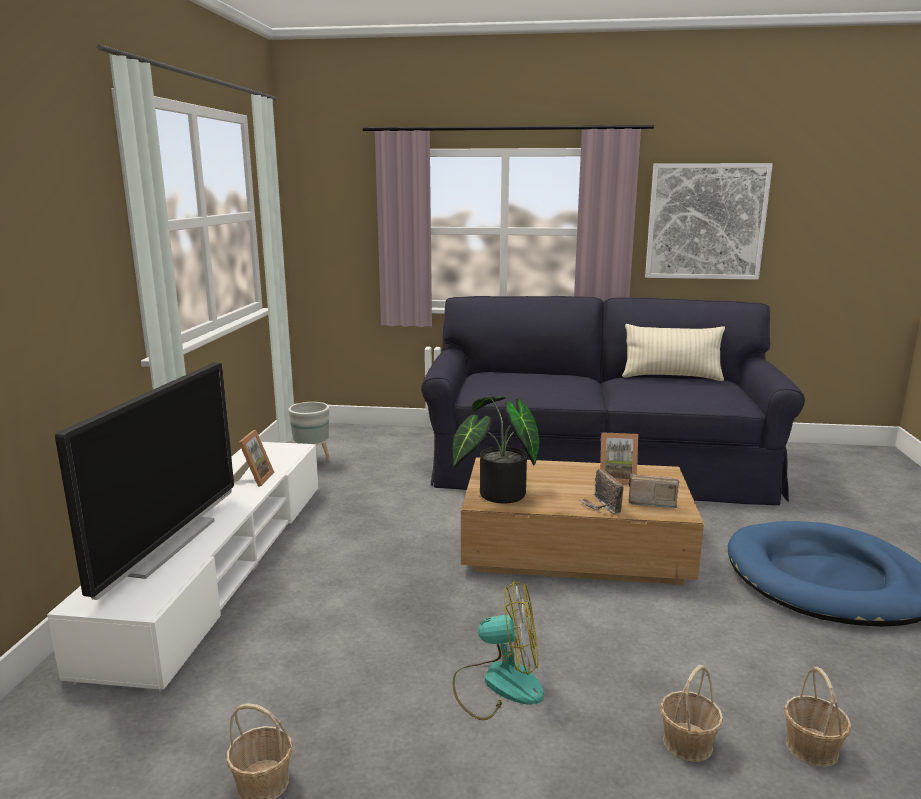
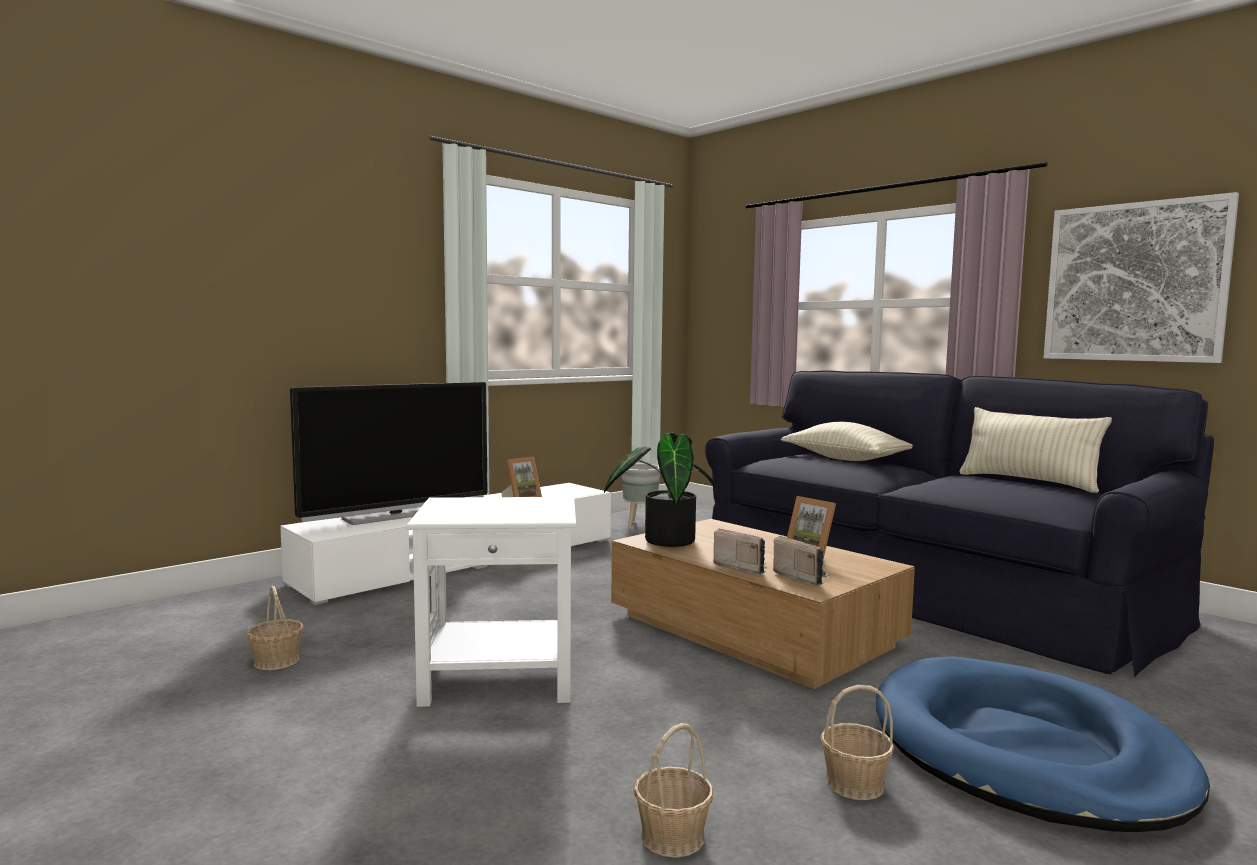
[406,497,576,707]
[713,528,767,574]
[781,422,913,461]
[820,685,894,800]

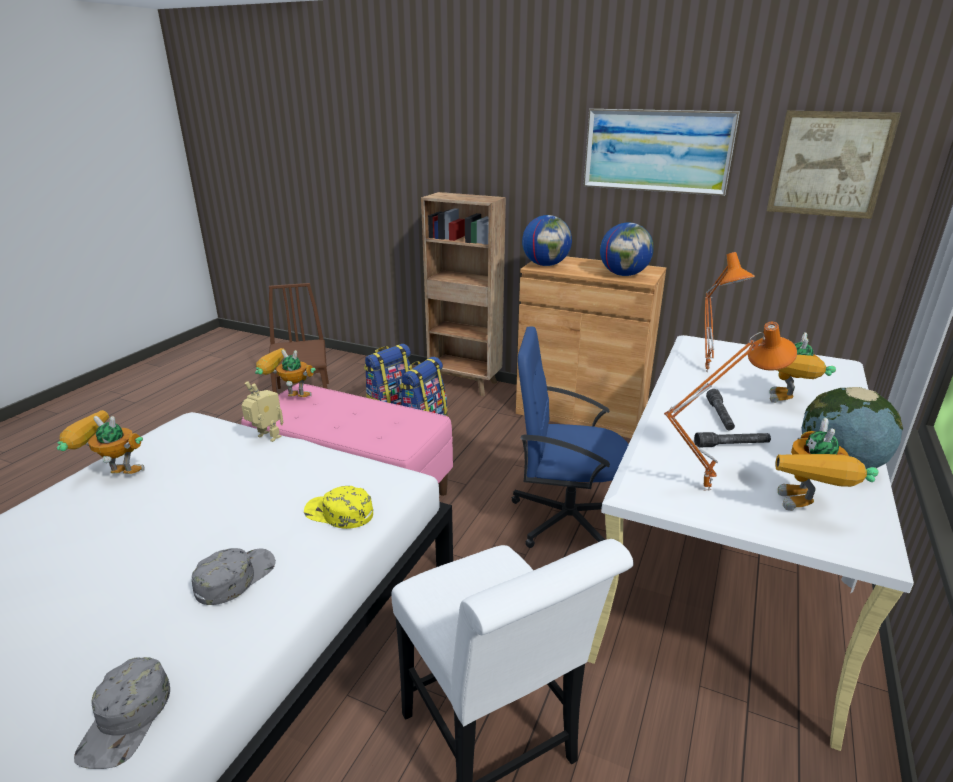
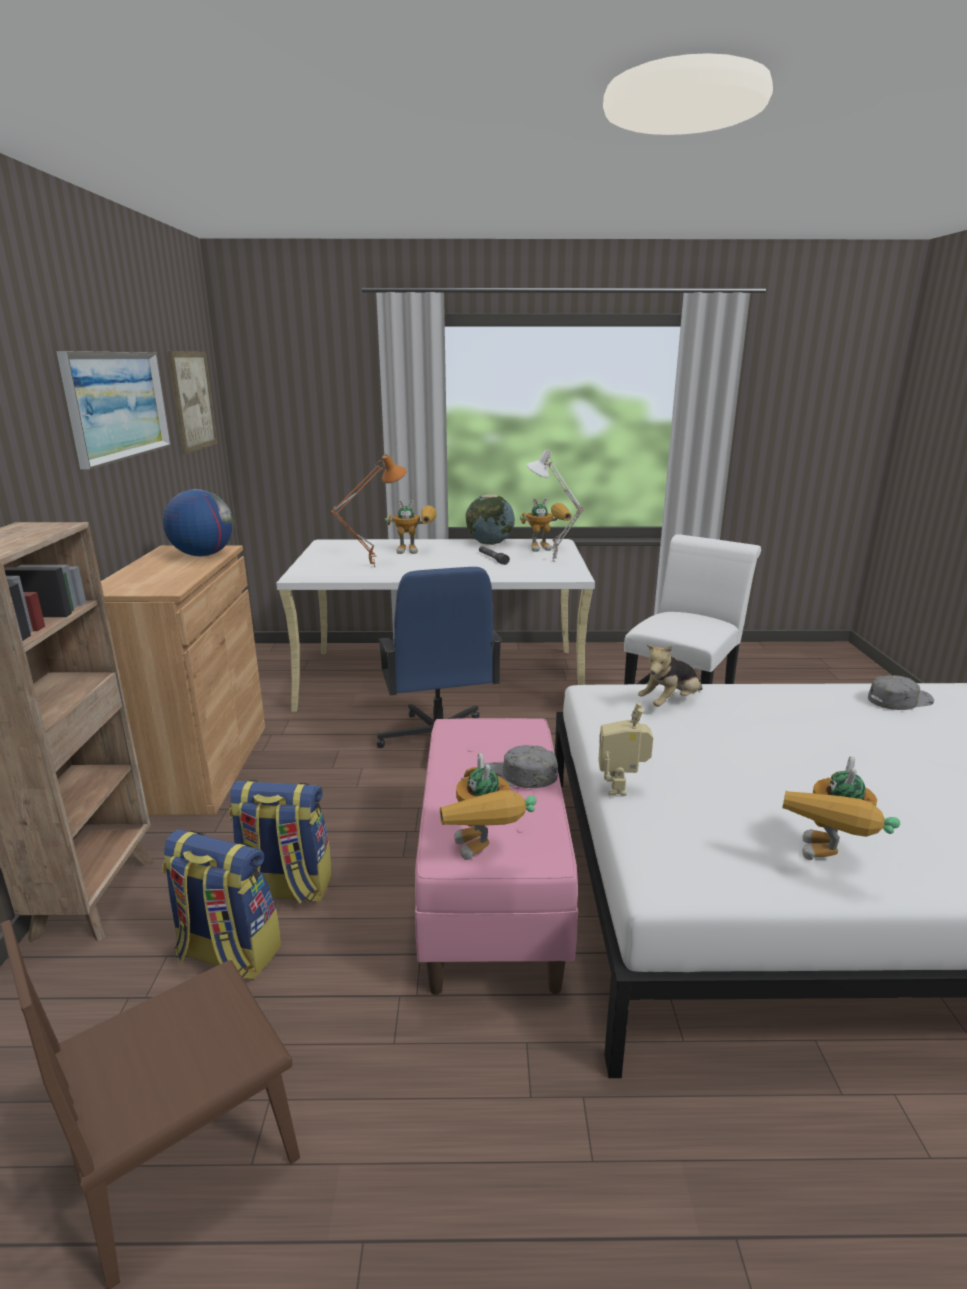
[484,745,558,788]
[527,450,584,562]
[638,645,702,707]
[782,756,900,860]
[522,215,572,266] (first image)
[706,389,735,430] (first image)

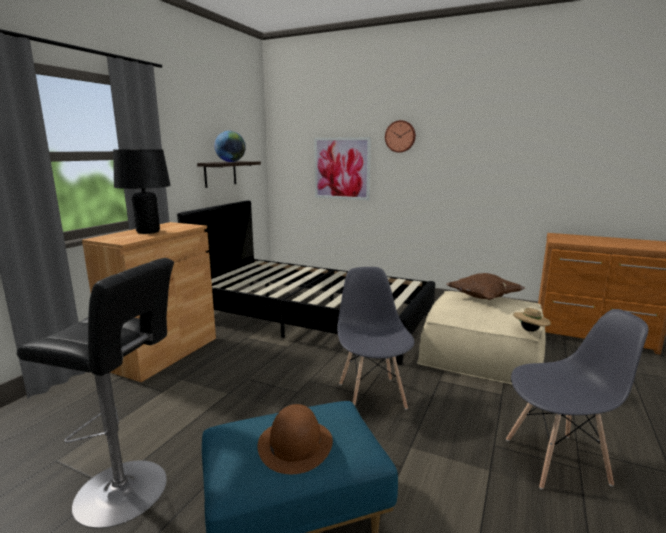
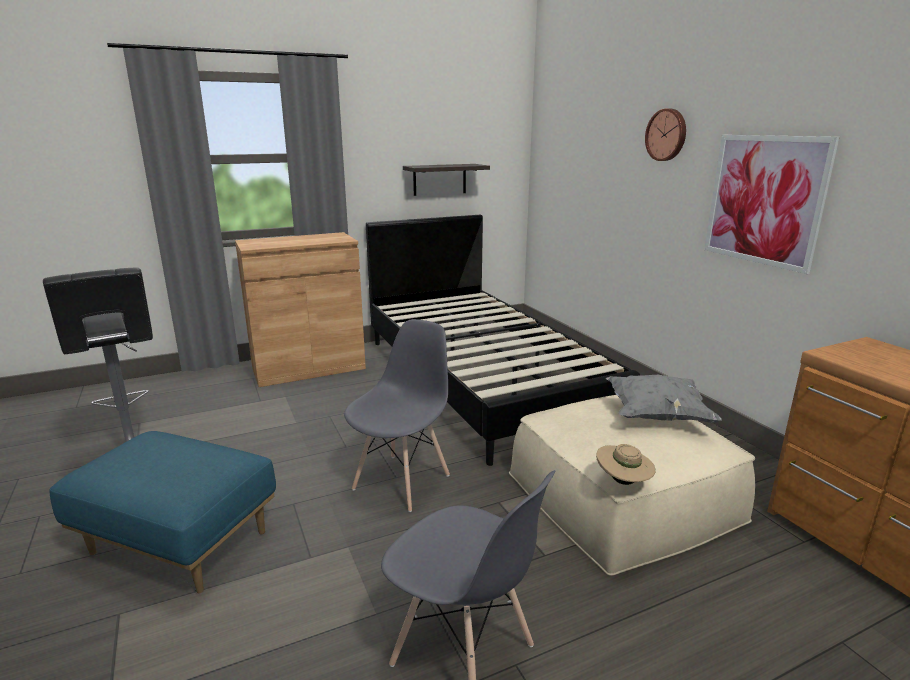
[606,375,722,423]
[704,135,840,274]
[113,149,171,234] (first image)
[214,131,246,162] (first image)
[257,404,333,474] (first image)

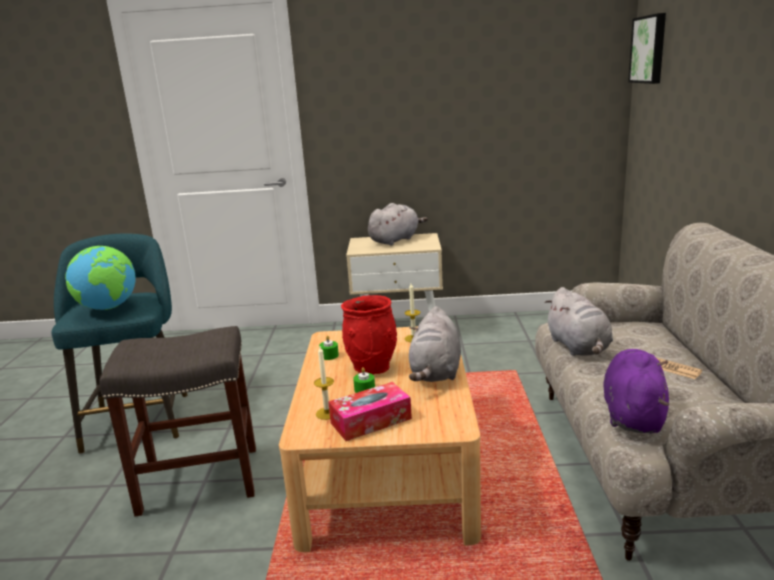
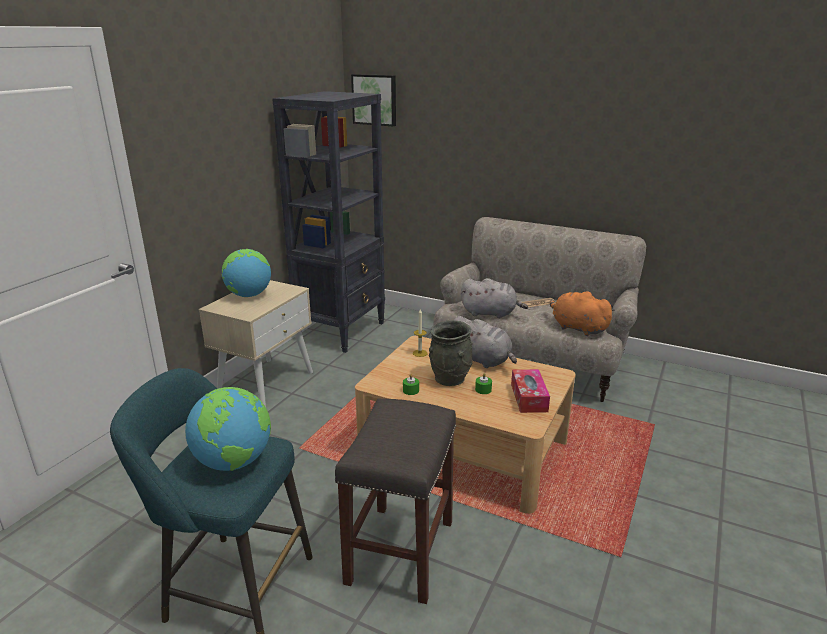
[222,249,271,297]
[272,91,385,353]
[429,320,472,386]
[550,291,615,336]
[314,346,334,420] (first image)

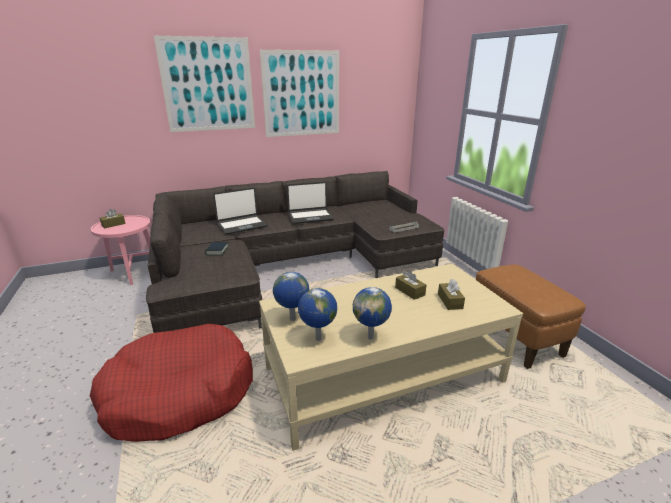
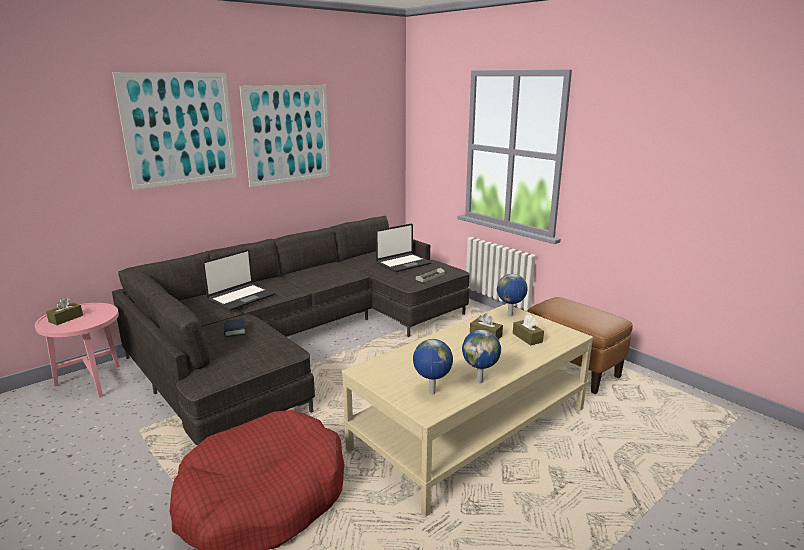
[376,224,432,272]
[497,274,527,316]

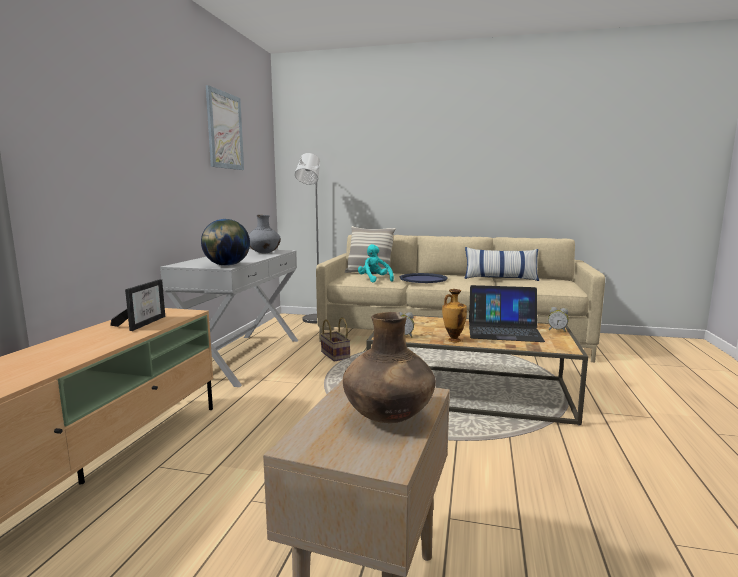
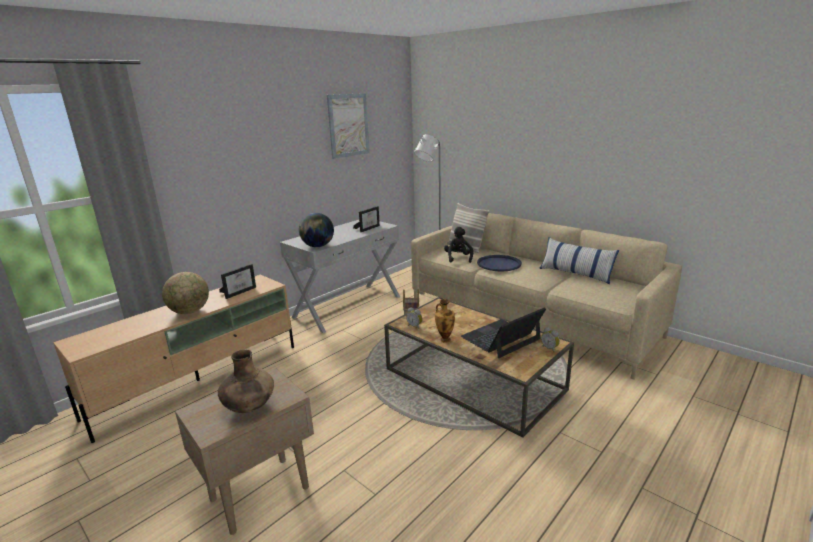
[162,272,209,314]
[353,206,380,232]
[444,227,473,263]
[461,308,546,358]

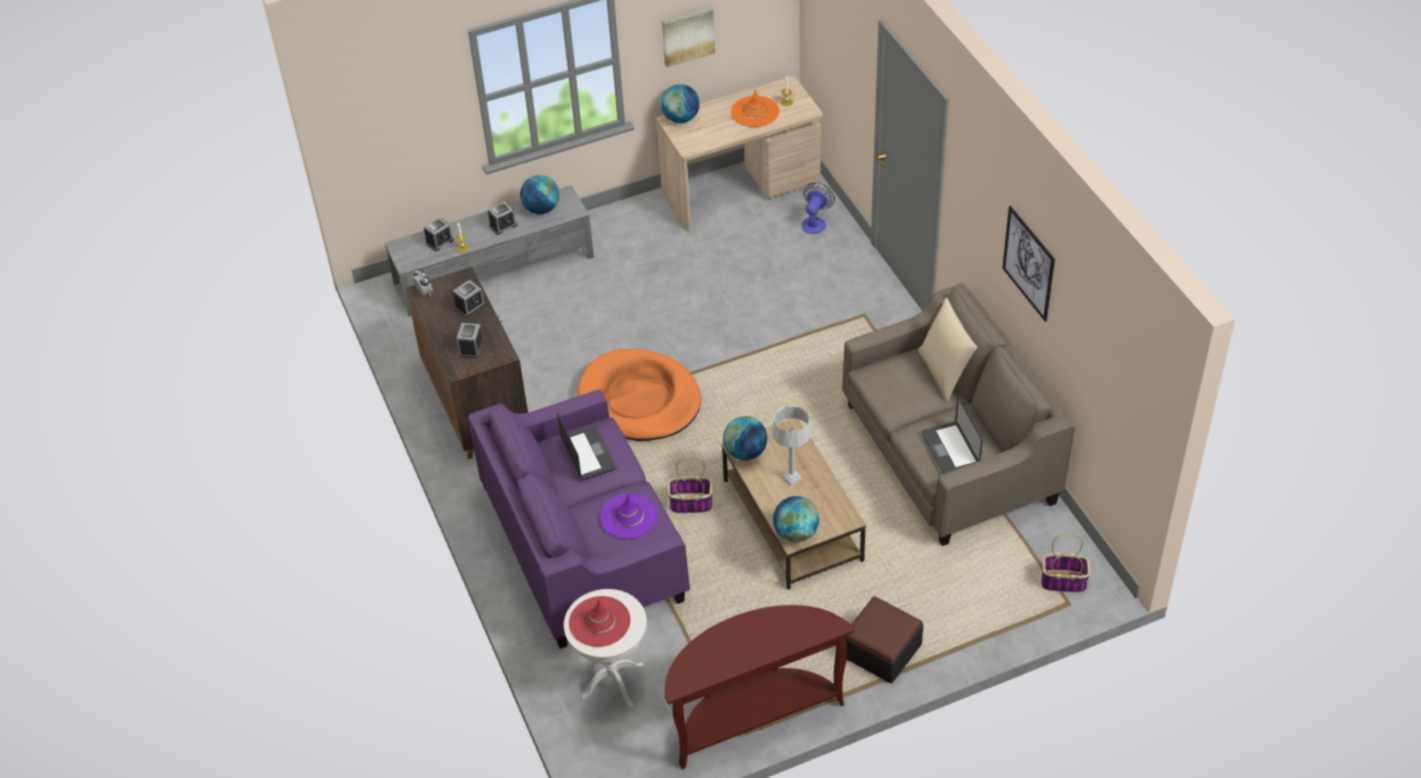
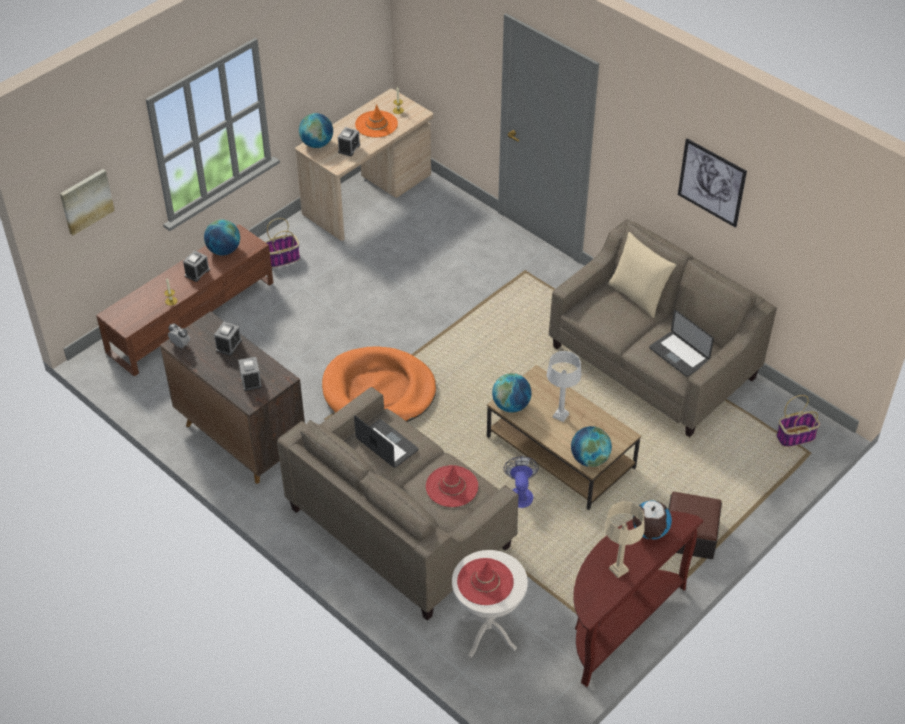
[60,169,115,236]
[96,224,273,376]
[265,218,300,268]
[277,387,518,621]
[338,127,360,156]
[426,465,478,507]
[504,456,539,508]
[604,501,645,578]
[633,500,672,540]

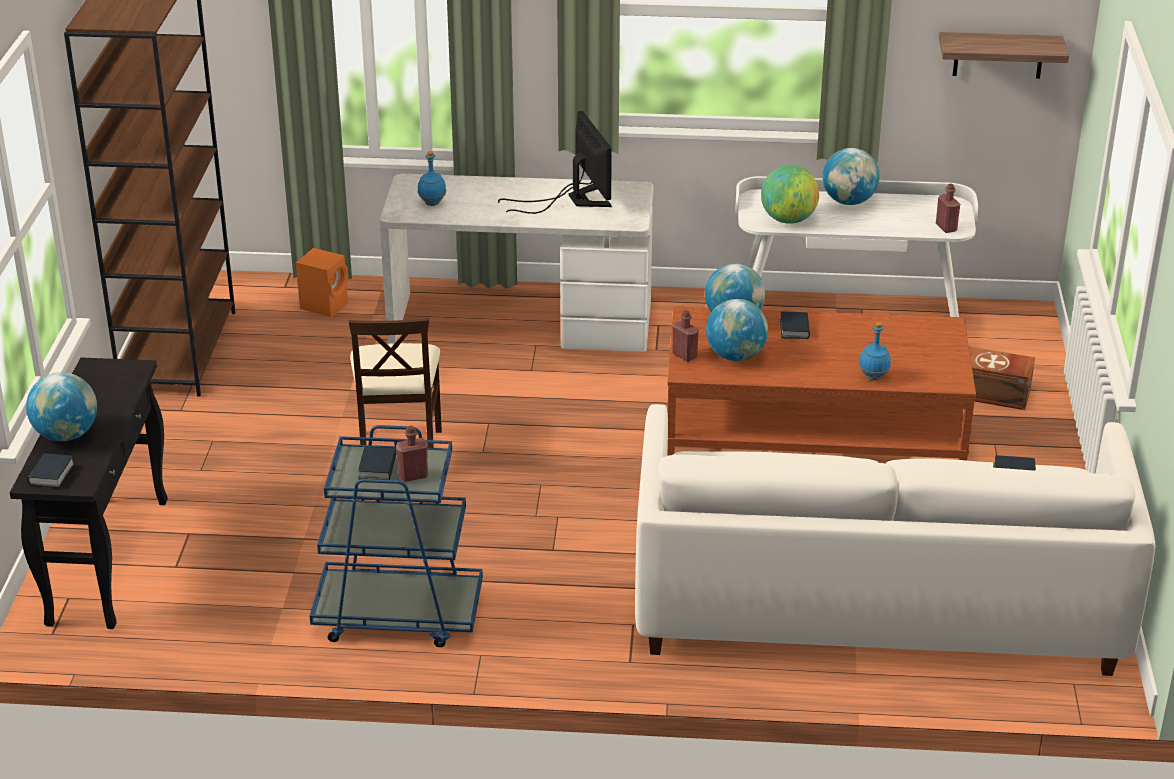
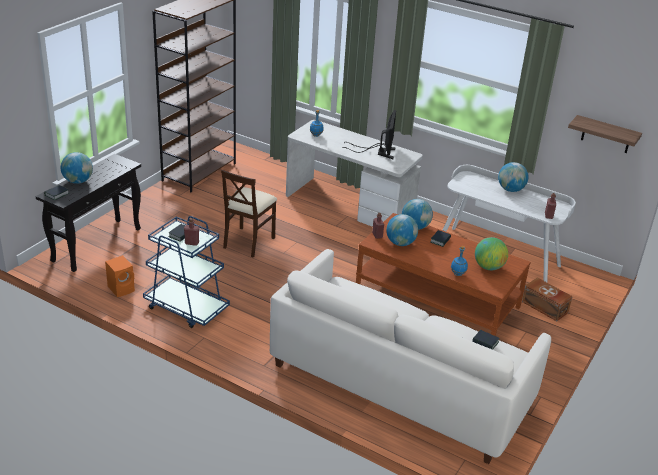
[105,255,135,297]
[475,237,508,270]

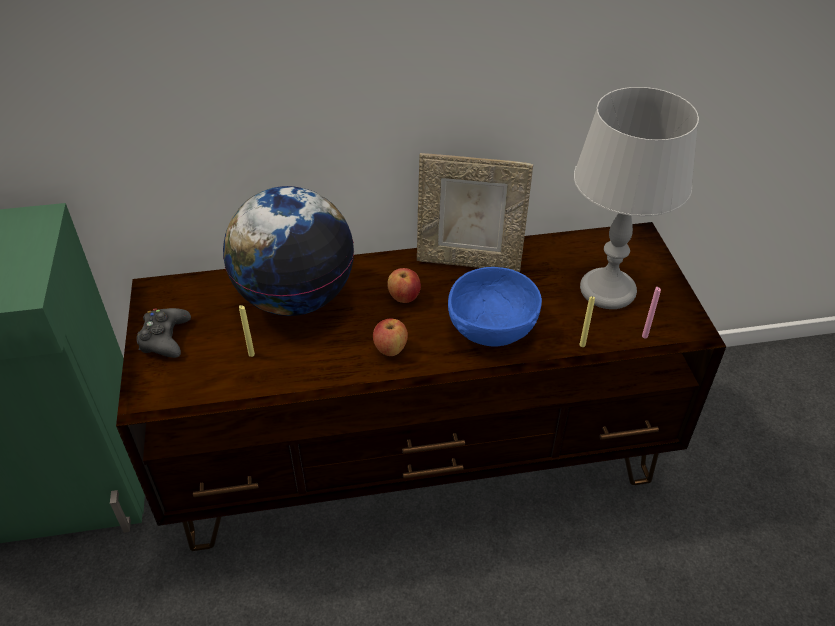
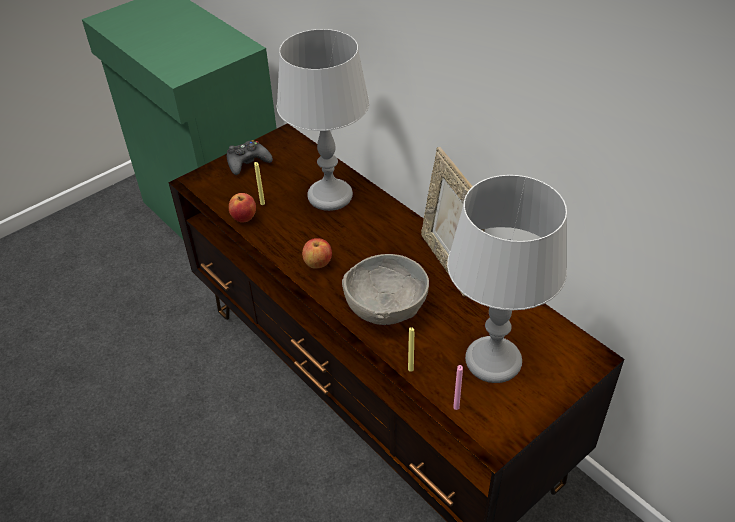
[229,193,256,222]
[277,29,369,211]
[342,254,429,325]

